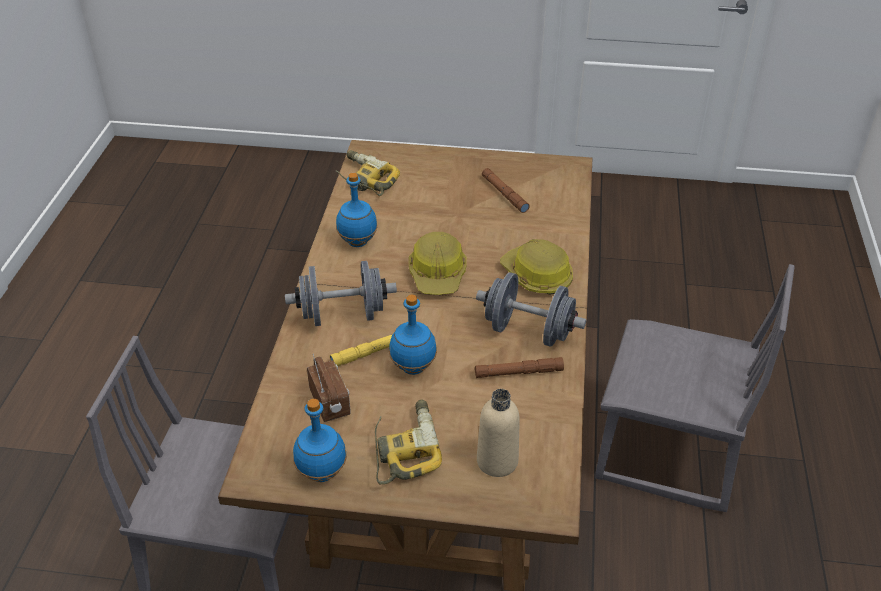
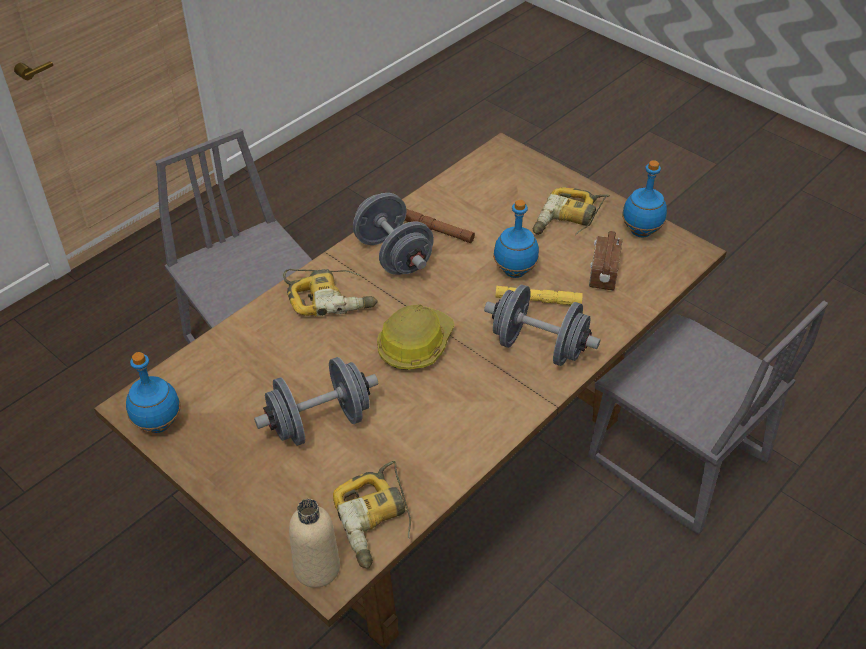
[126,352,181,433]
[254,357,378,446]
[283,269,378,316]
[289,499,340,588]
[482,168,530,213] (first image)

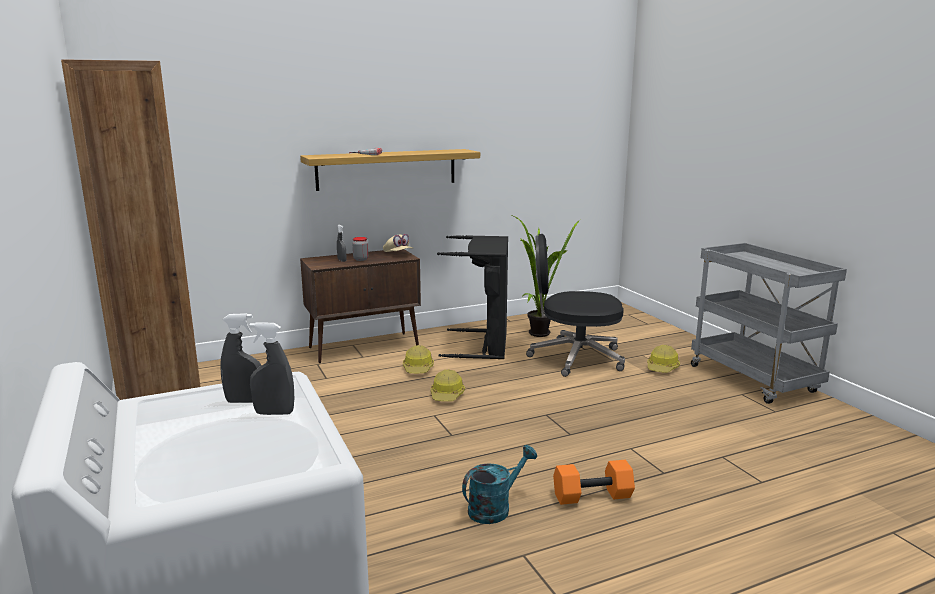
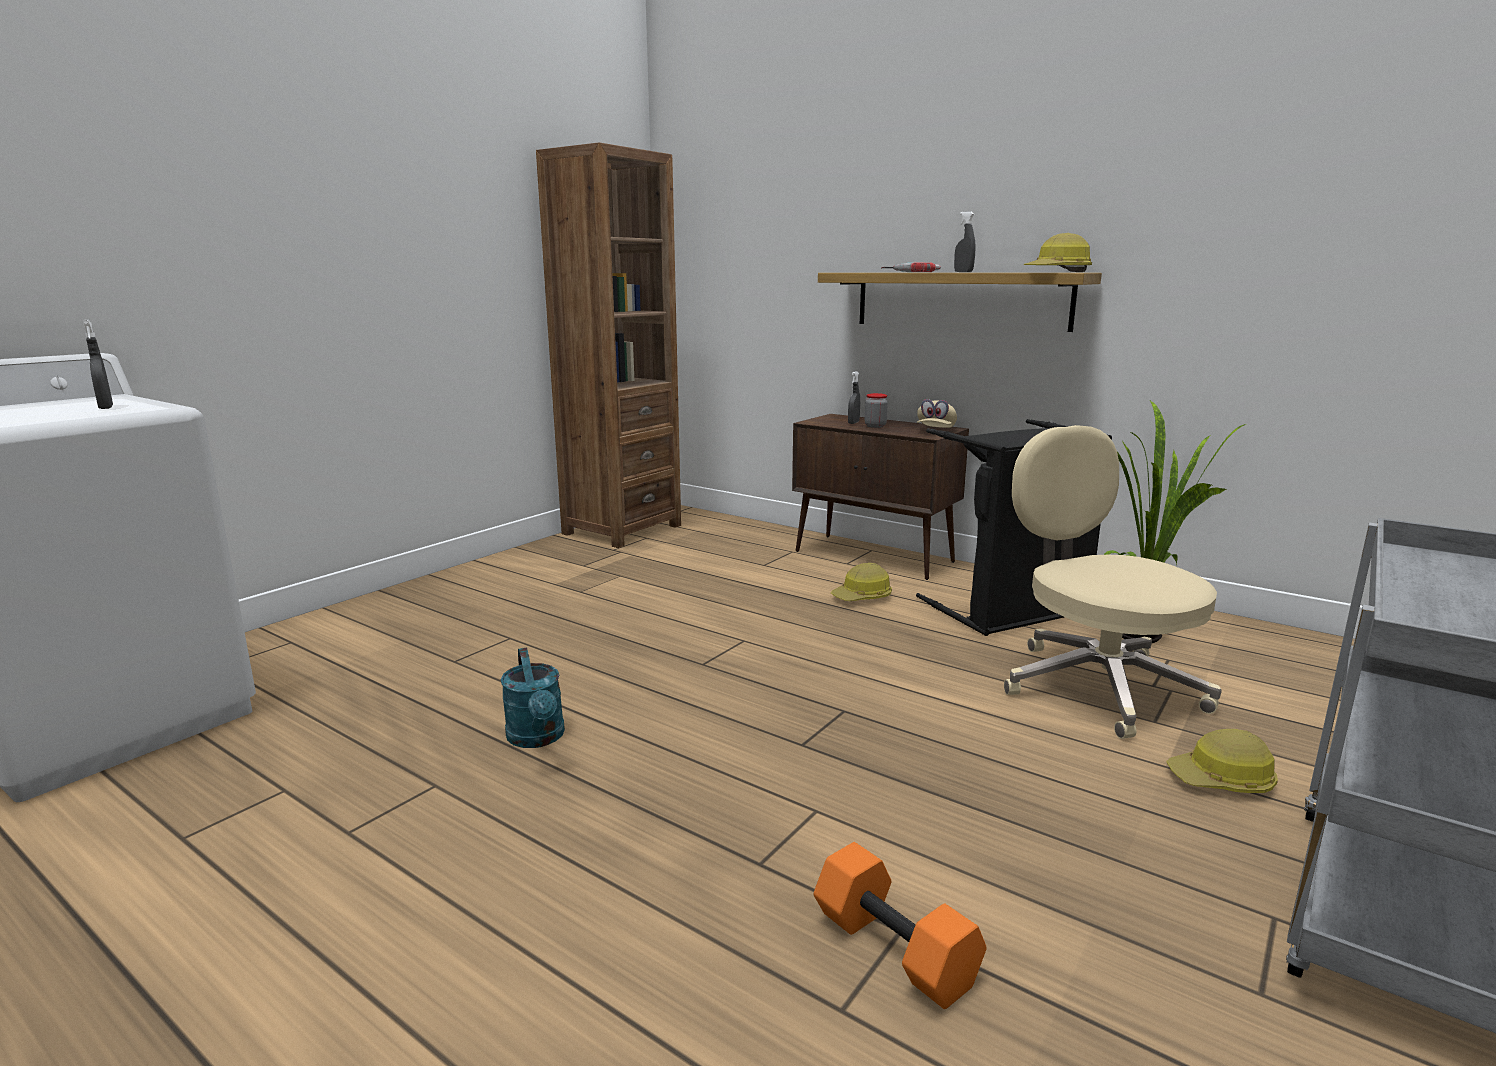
[500,647,565,748]
[814,842,987,1009]
[954,211,975,272]
[1004,425,1222,739]
[1023,233,1092,272]

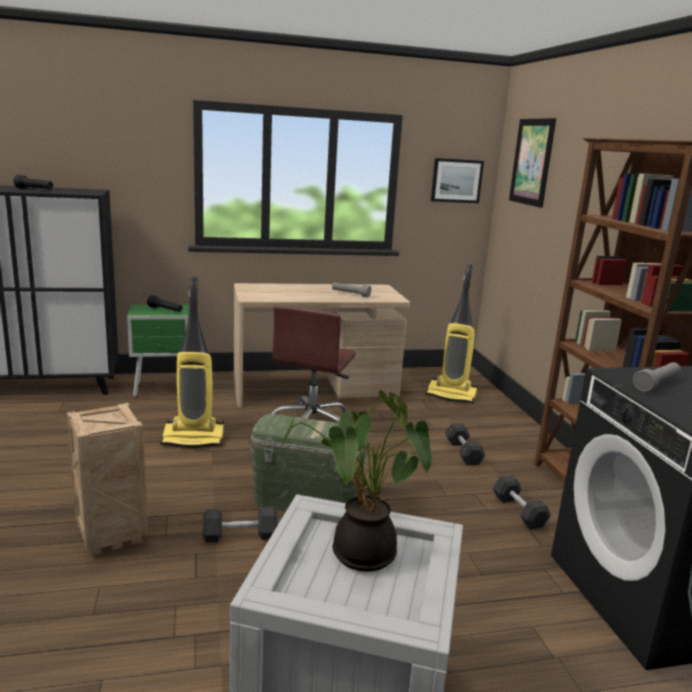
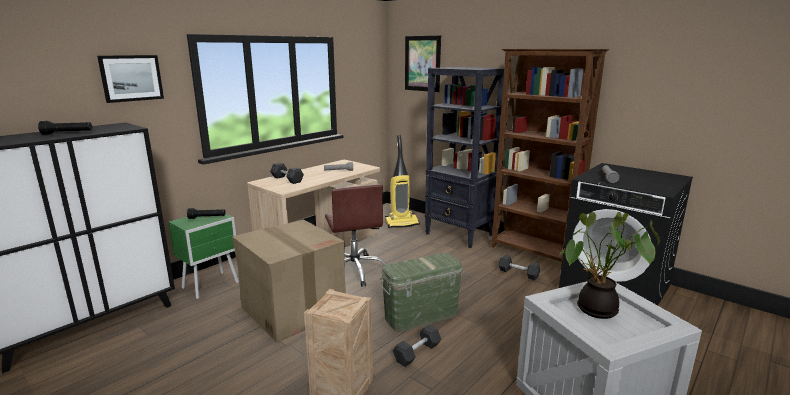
[97,55,164,103]
[232,219,346,343]
[270,163,304,184]
[425,67,504,248]

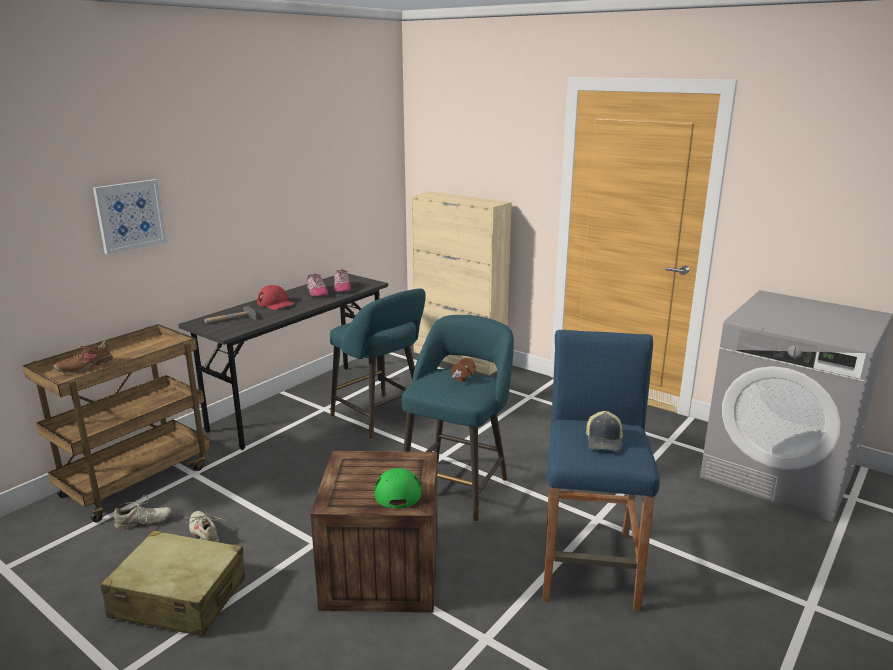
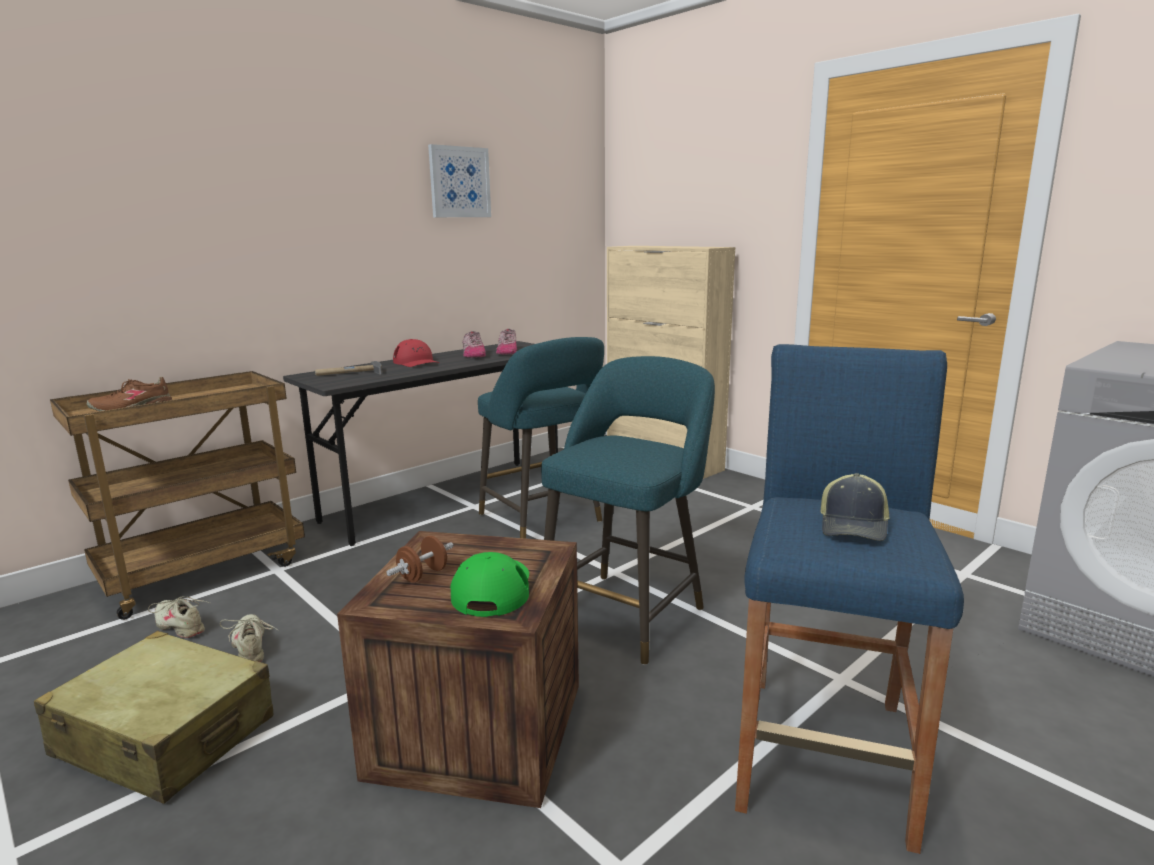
[148,596,210,638]
[386,536,453,583]
[428,144,491,217]

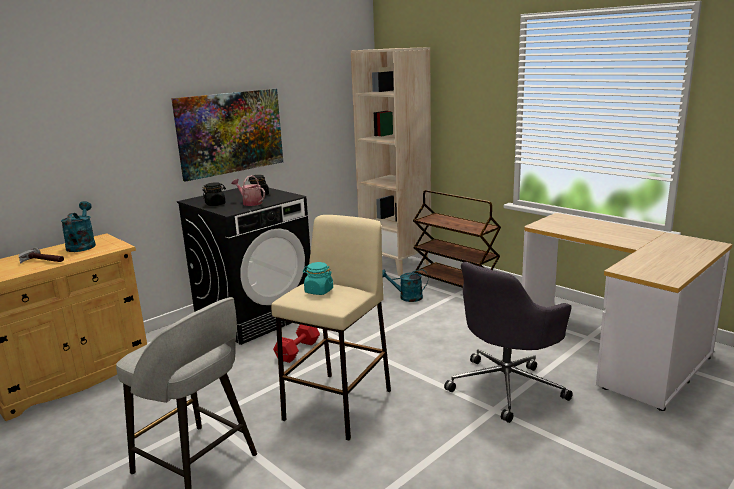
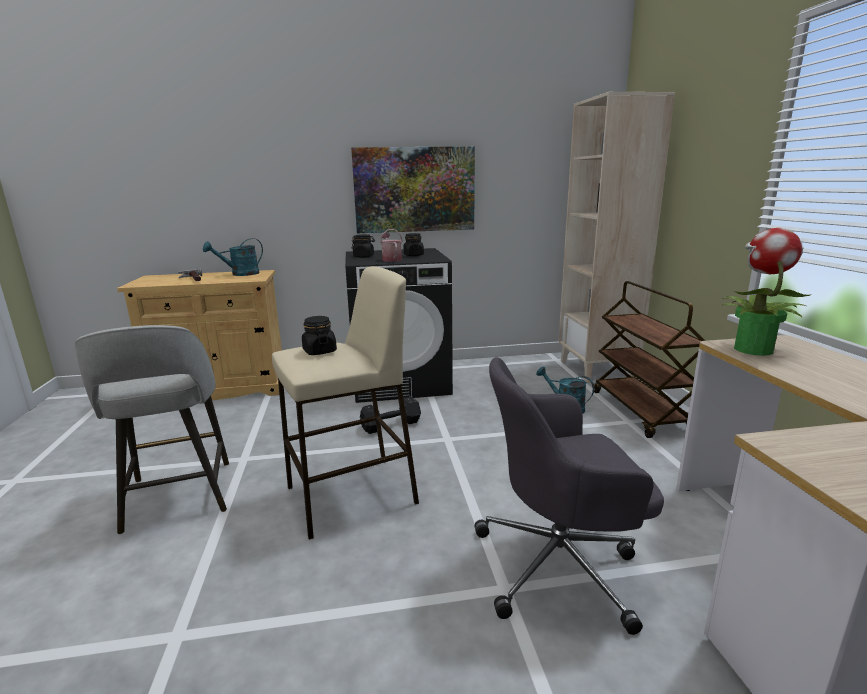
[203,238,263,276]
[302,316,337,355]
[360,396,421,434]
[722,228,812,356]

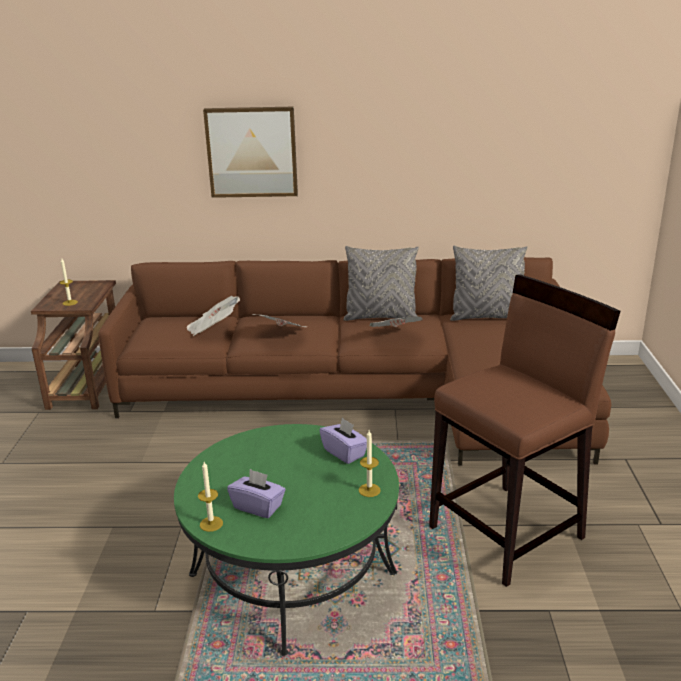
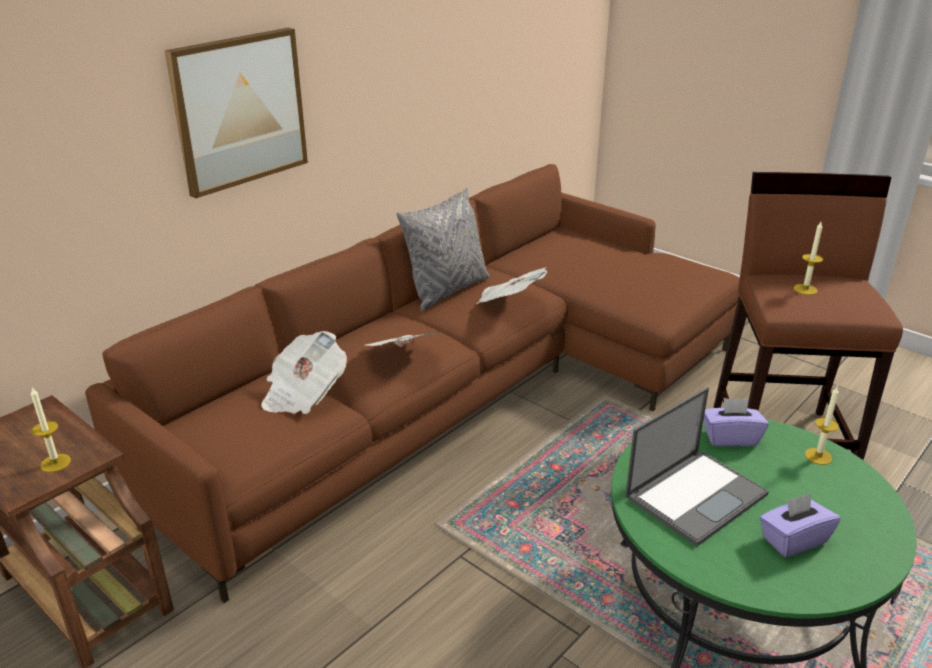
[625,387,769,546]
[794,222,823,295]
[450,245,527,321] (first image)

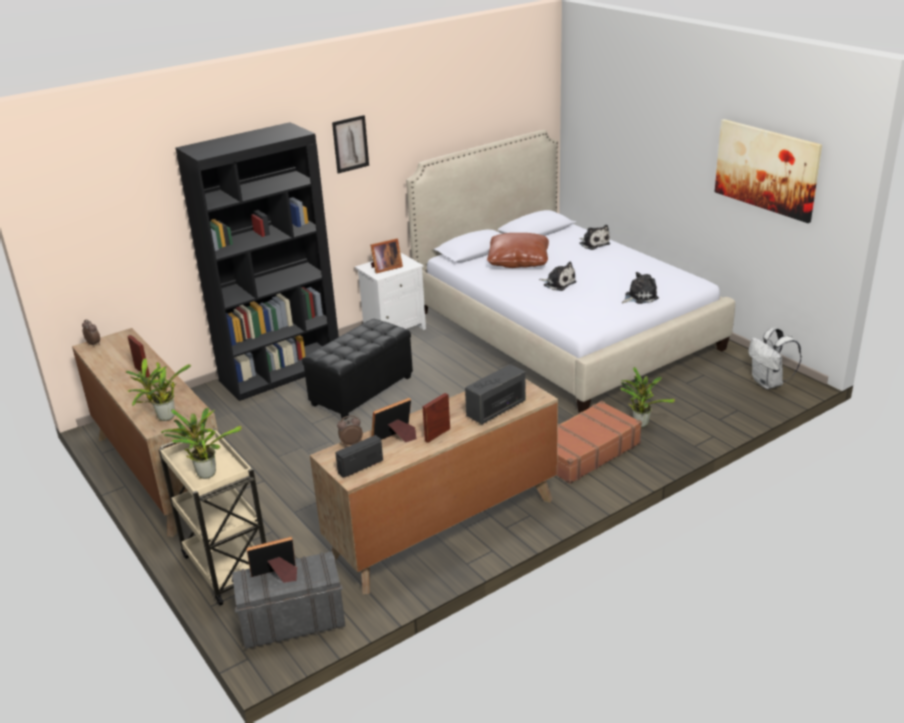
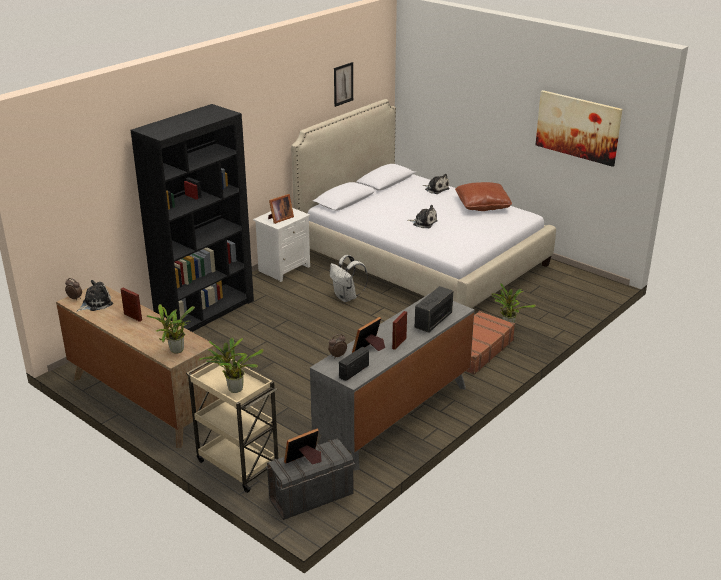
[77,280,113,312]
[310,292,474,471]
[330,255,368,302]
[334,62,353,107]
[455,182,512,211]
[302,319,413,420] (first image)

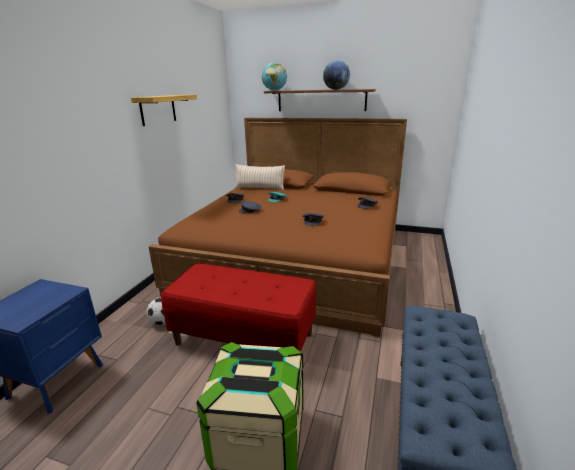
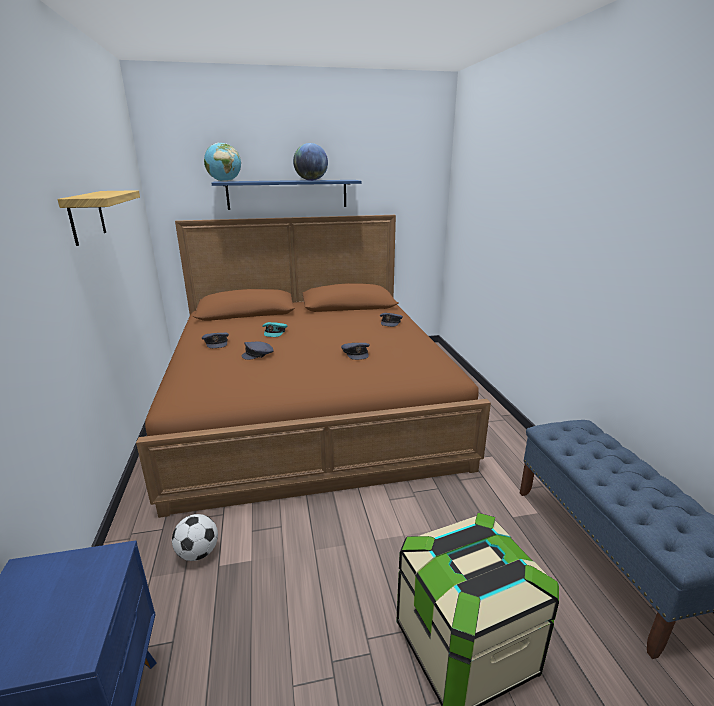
[212,180,362,210]
[161,263,316,352] (first image)
[234,164,285,191] (first image)

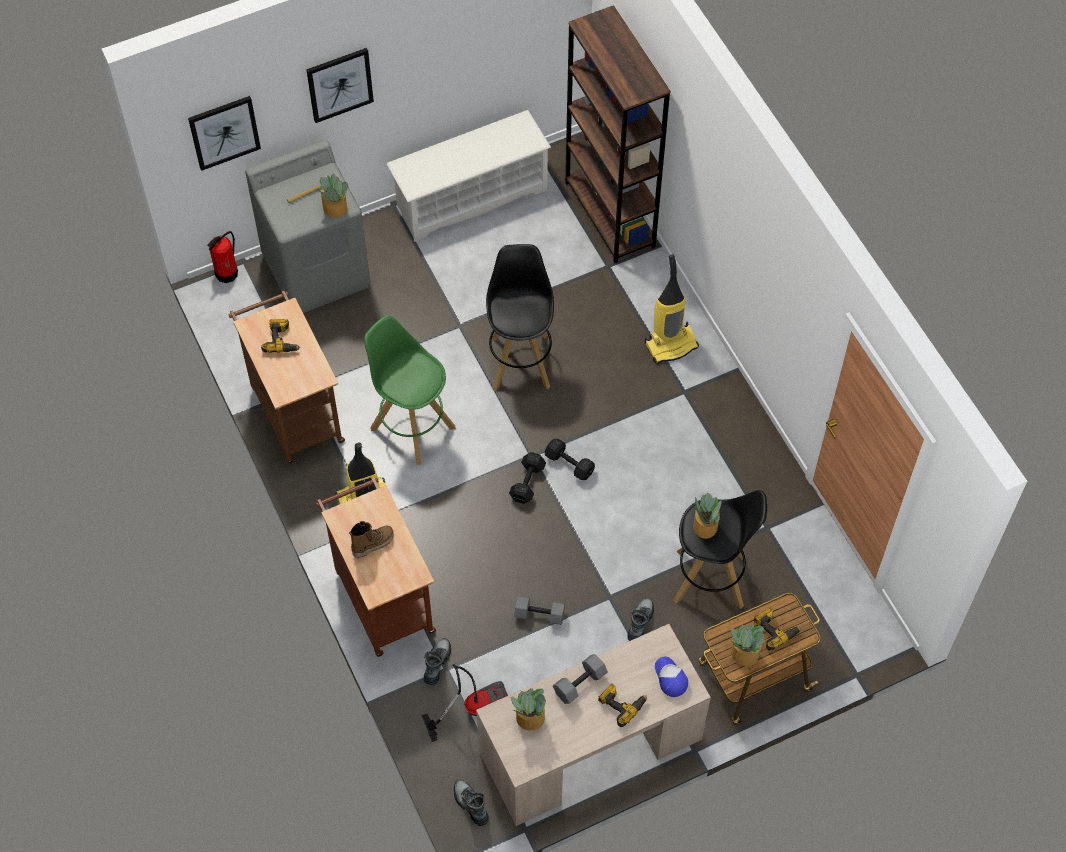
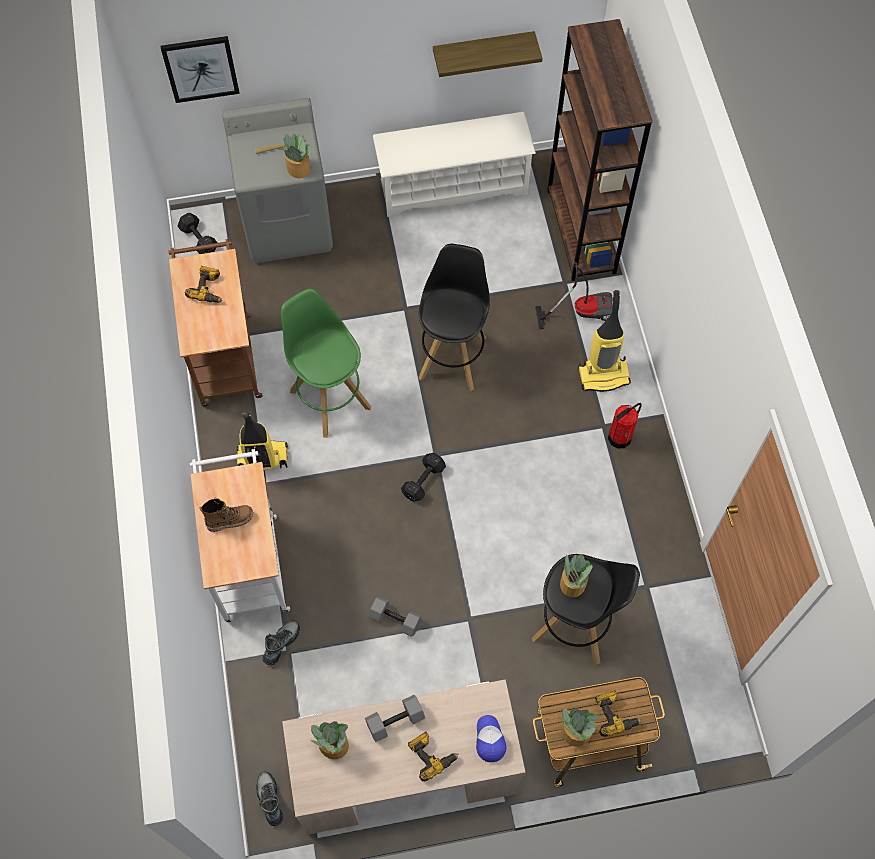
[177,213,218,254]
[190,449,290,622]
[433,31,542,77]
[535,261,613,329]
[608,403,642,449]
[306,48,374,123] (first image)
[627,598,654,641] (first image)

